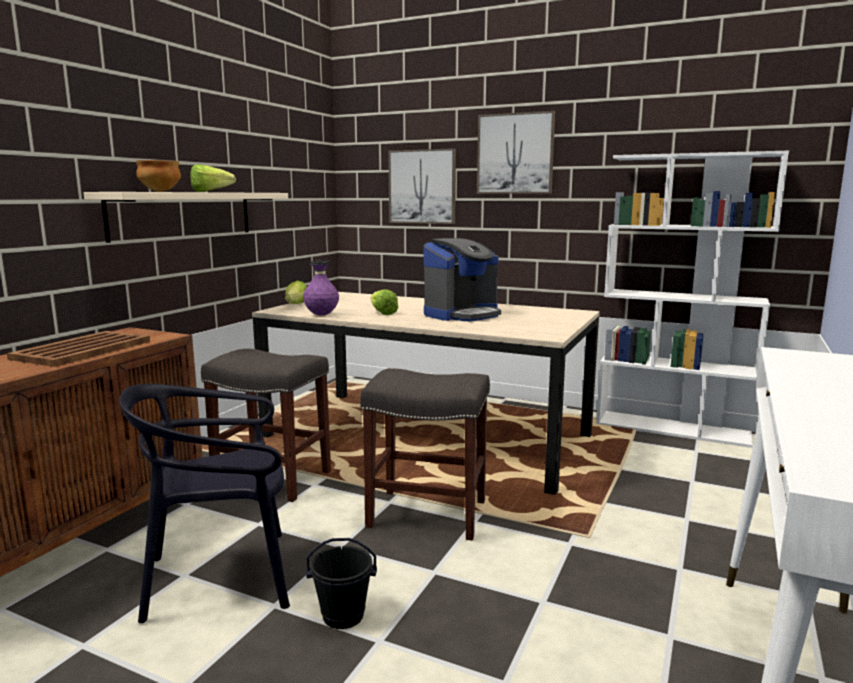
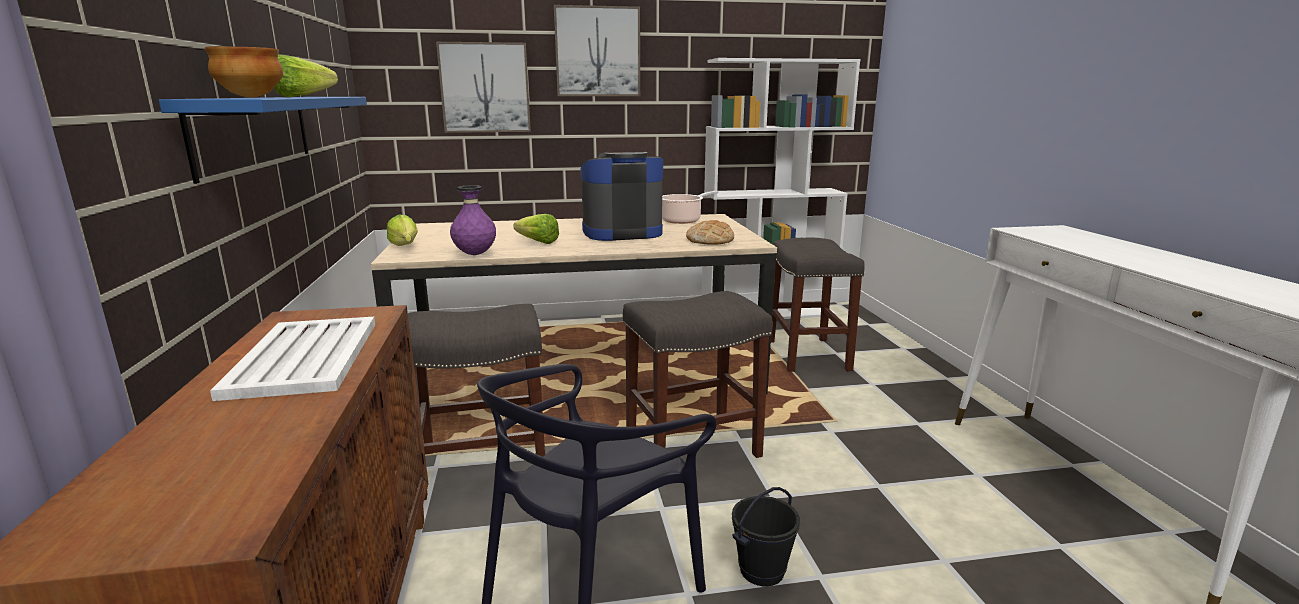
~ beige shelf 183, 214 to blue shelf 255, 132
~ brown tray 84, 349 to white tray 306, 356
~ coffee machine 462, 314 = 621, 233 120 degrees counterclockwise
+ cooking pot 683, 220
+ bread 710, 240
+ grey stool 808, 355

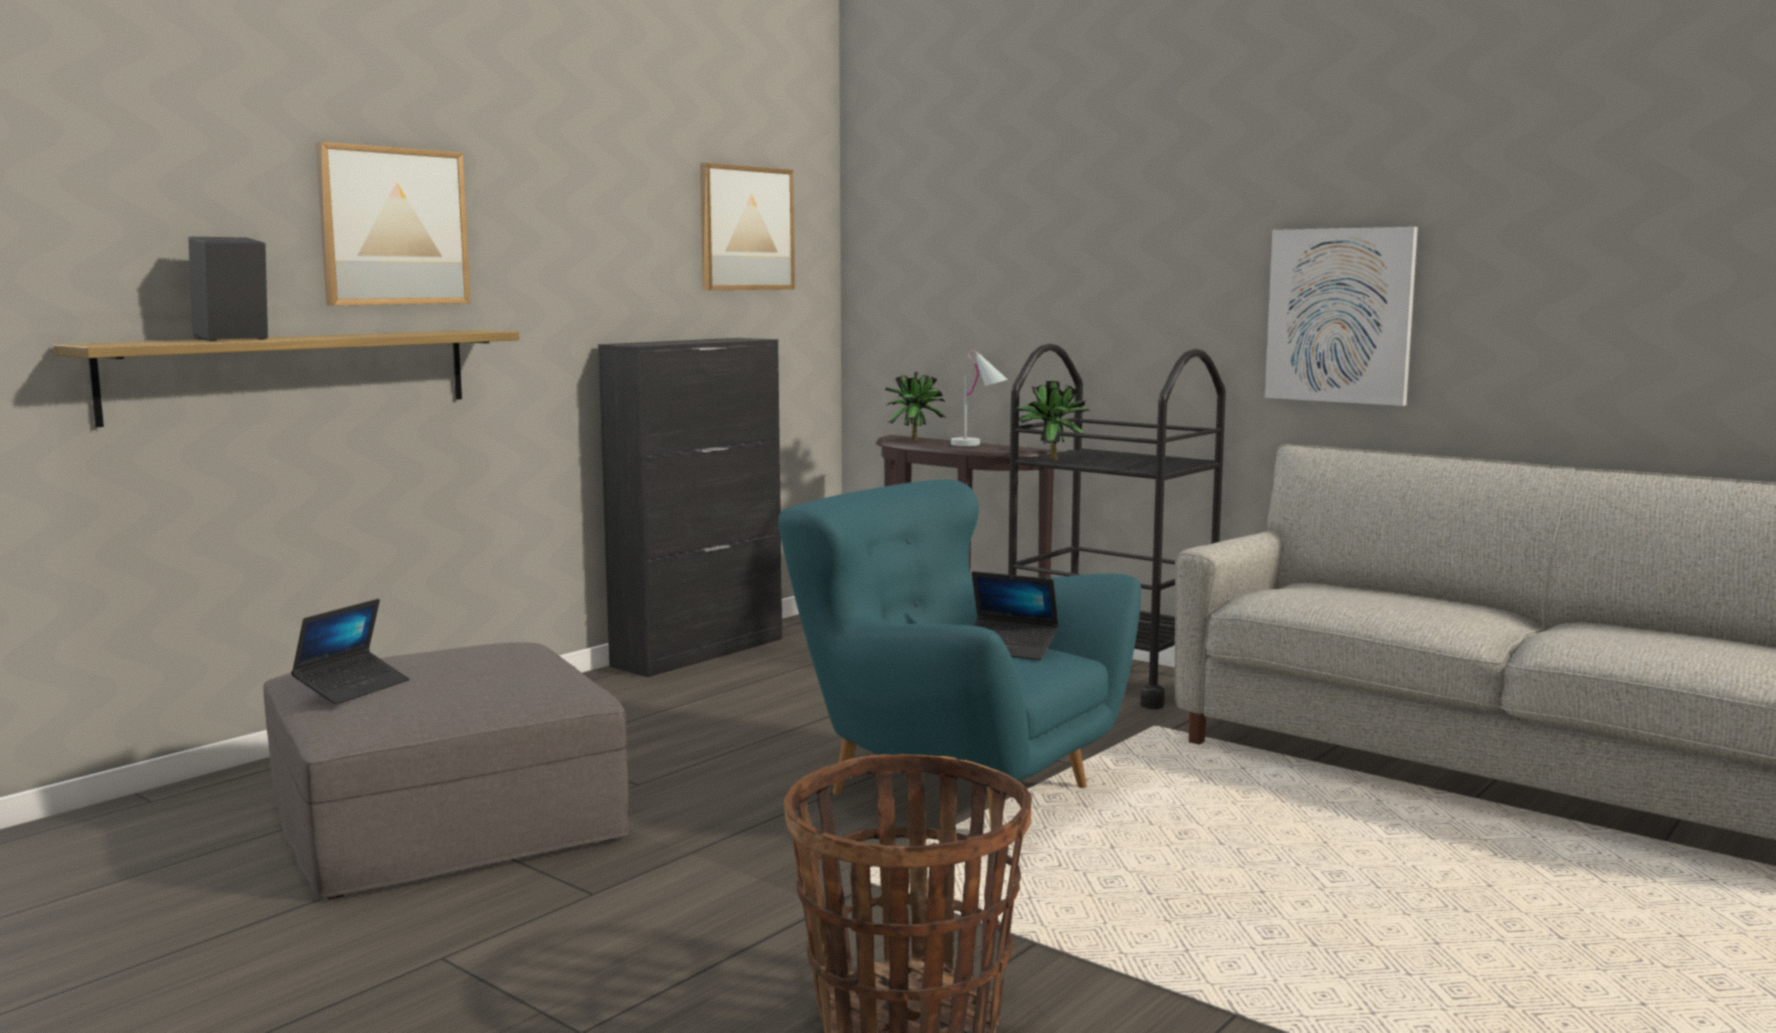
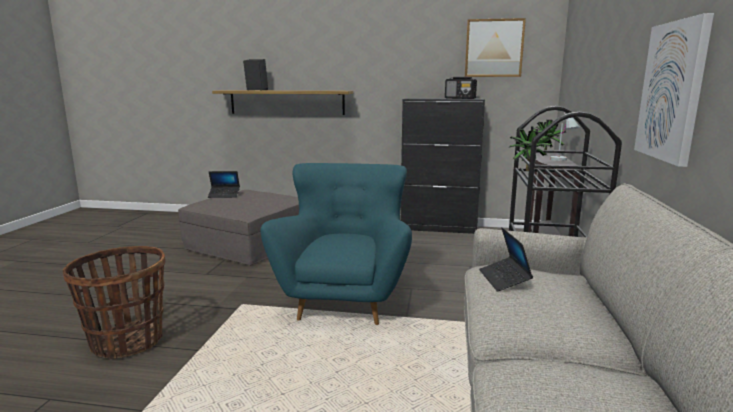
+ radio 460, 98
~ laptop 1009, 649 to 504, 279
- picture 393, 226

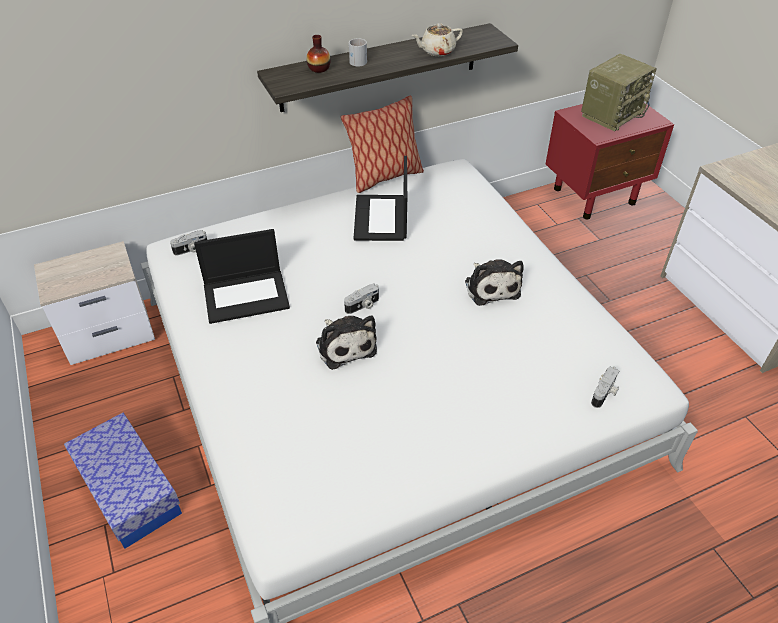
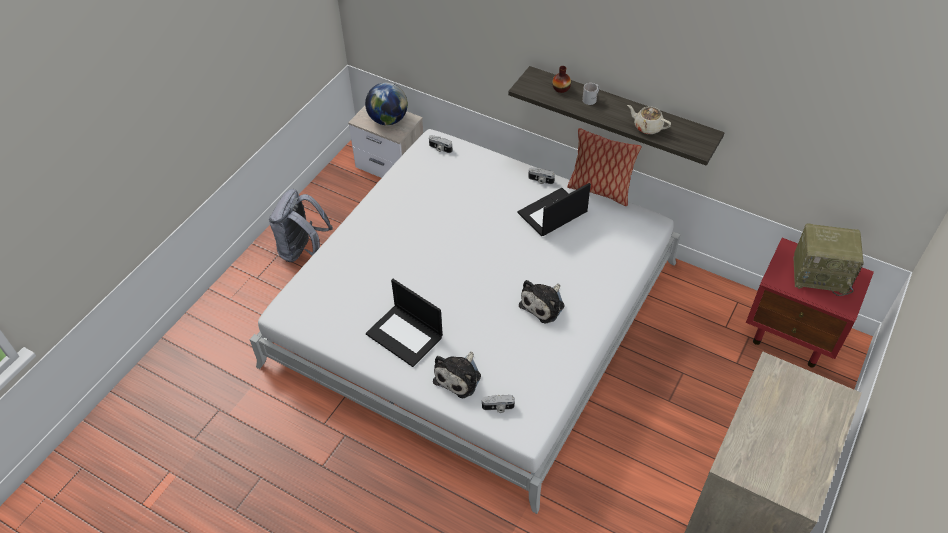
~ storage box 129, 490 to grey backpack 303, 250
+ globe 388, 120
~ laptop 247, 295 to 405, 335
~ plush toy 345, 345 to 459, 377
~ photo camera 363, 306 to 540, 180

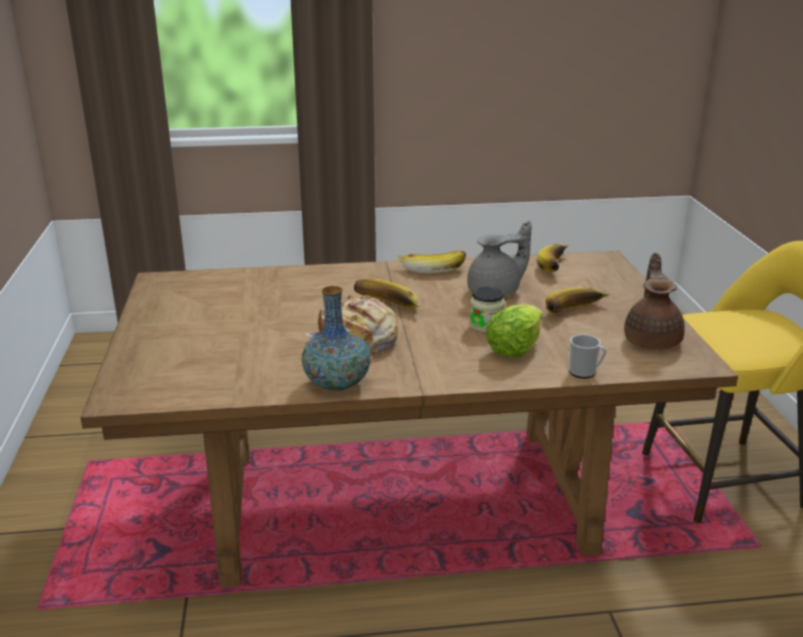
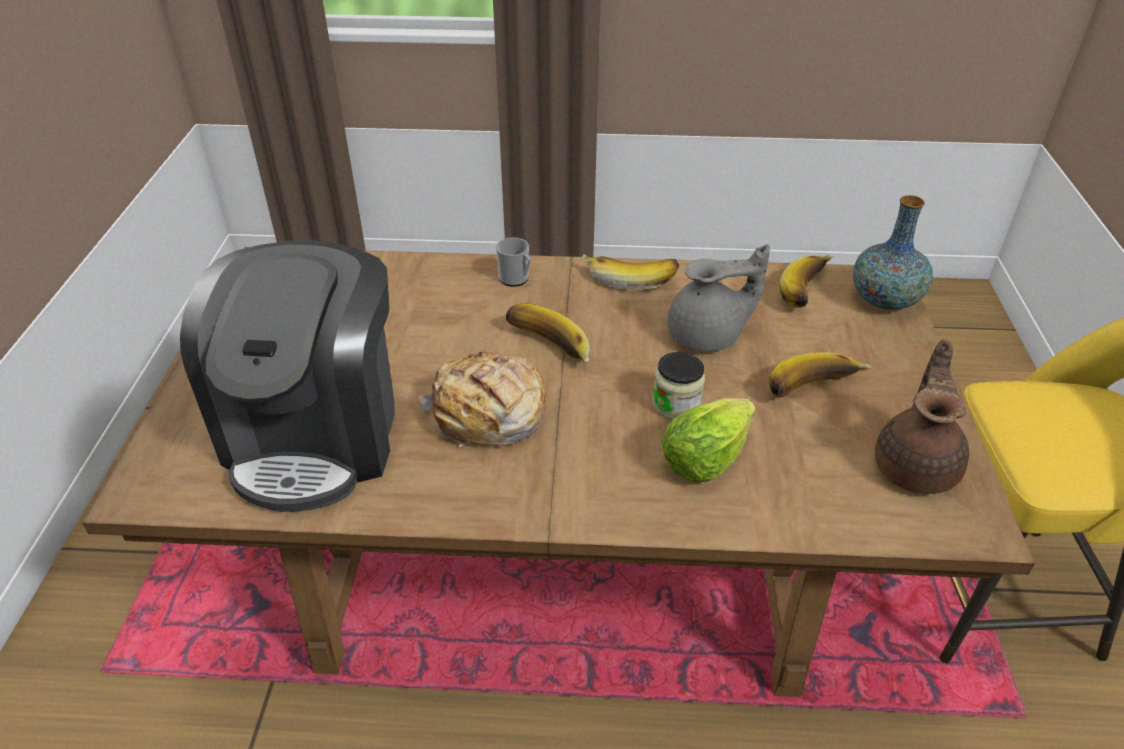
+ coffee machine 316, 434
~ mug 585, 372 to 516, 279
~ vase 337, 383 to 884, 300

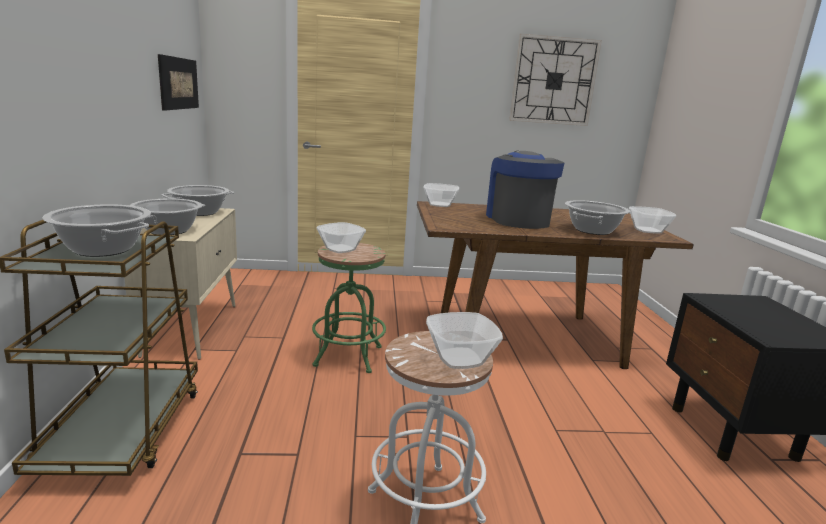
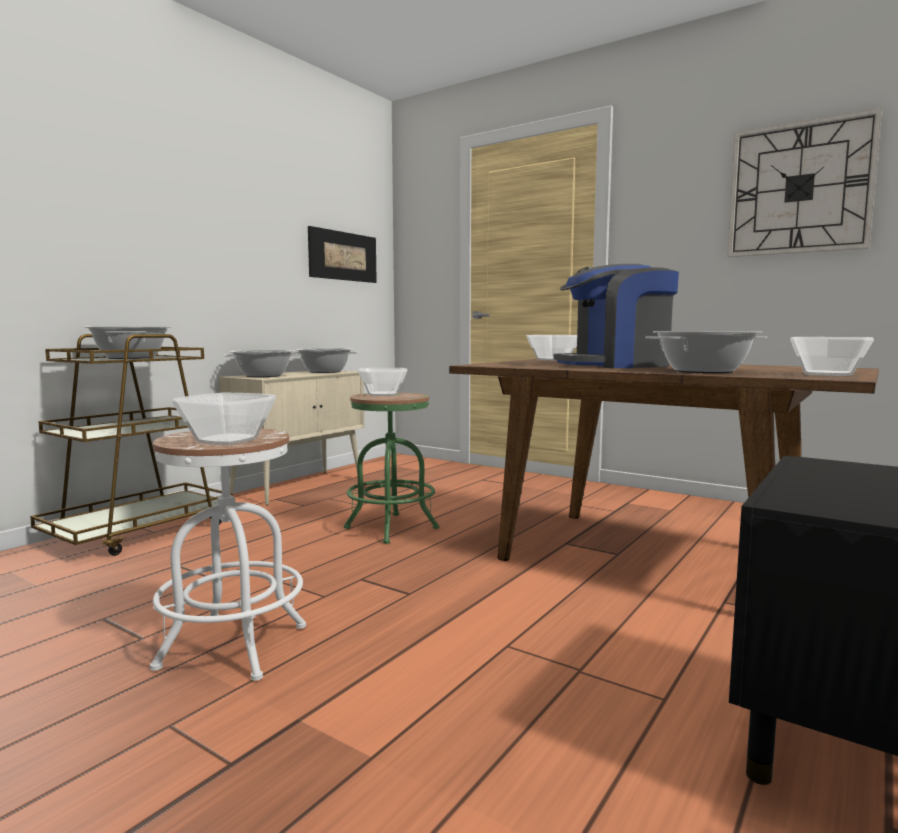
~ coffee machine 517, 219 = 615, 365 135 degrees counterclockwise

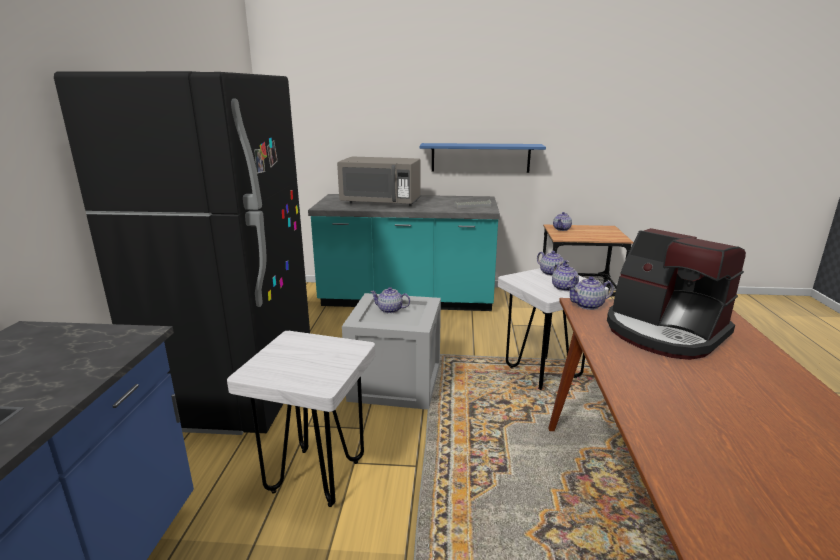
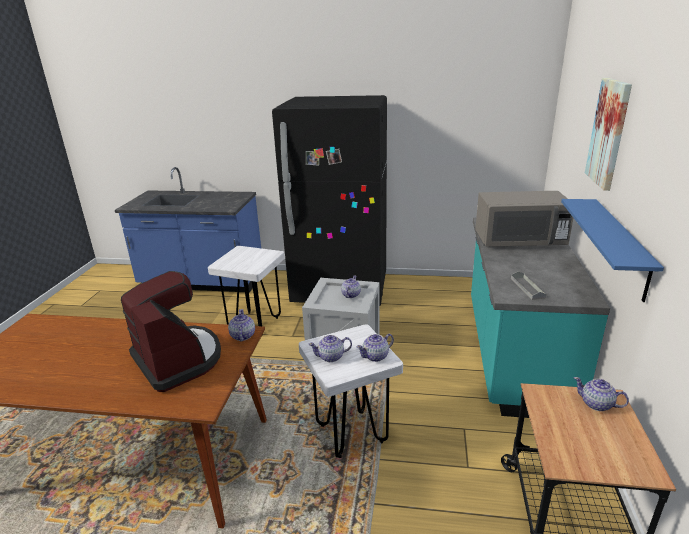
~ coffee machine 664, 333 = 178, 359 90 degrees clockwise
~ grey microwave 381, 202 = 519, 241 105 degrees counterclockwise
+ picture 609, 133

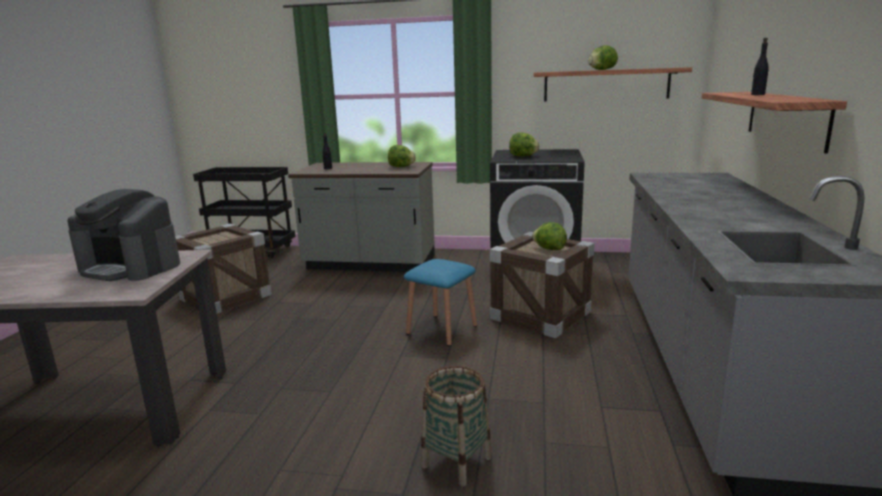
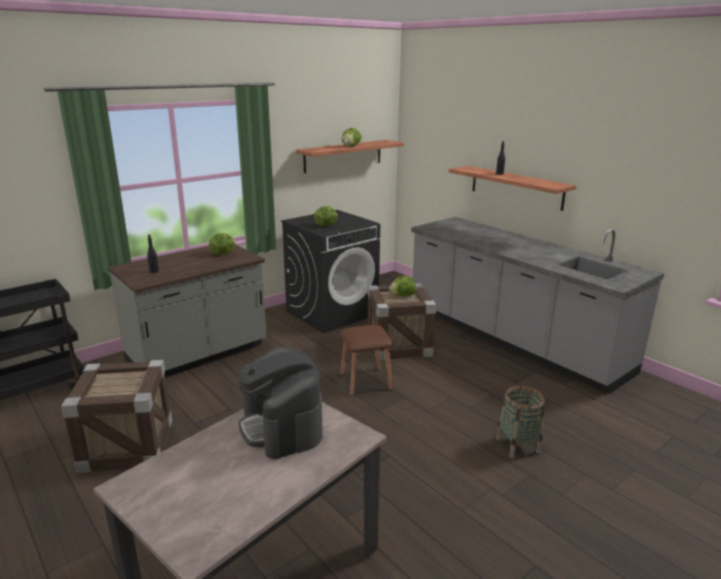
~ coffee machine 131, 267 = 281, 426 90 degrees clockwise
~ blue stool 442, 329 to brown stool 365, 381

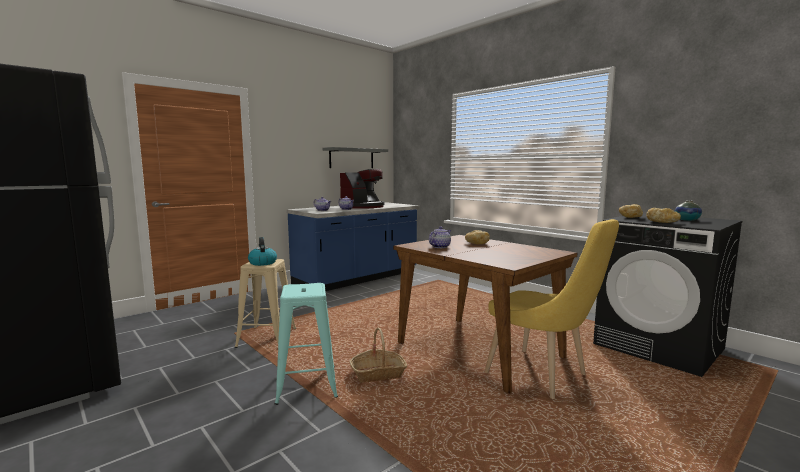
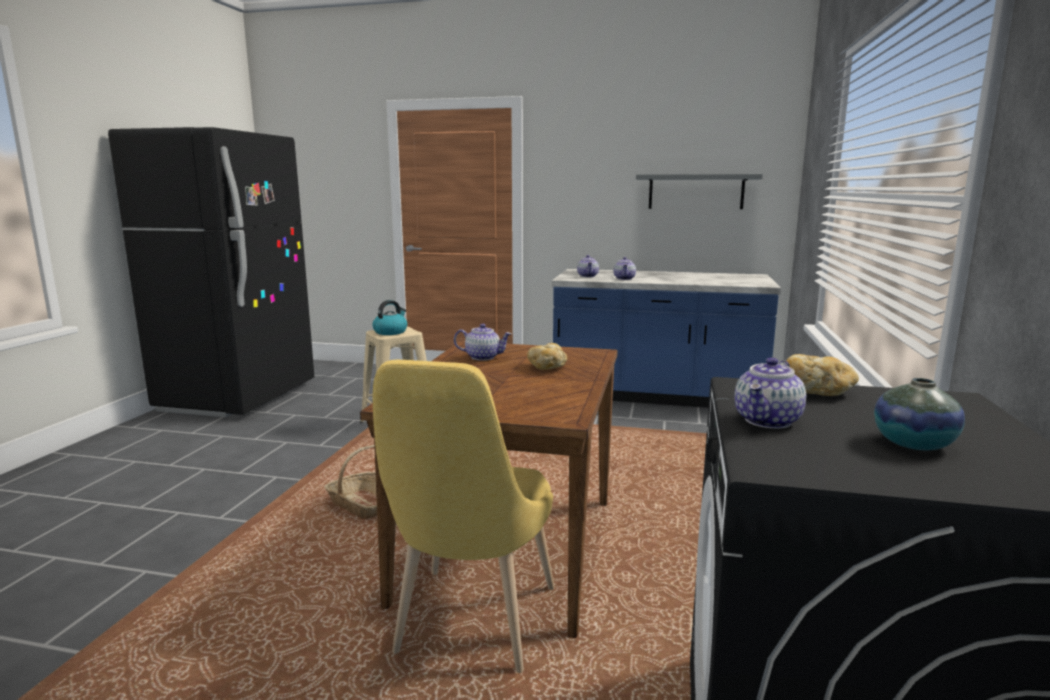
~ bread 662, 222 to teapot 768, 421
- turquoise stool 307, 384
- coffee machine 363, 207

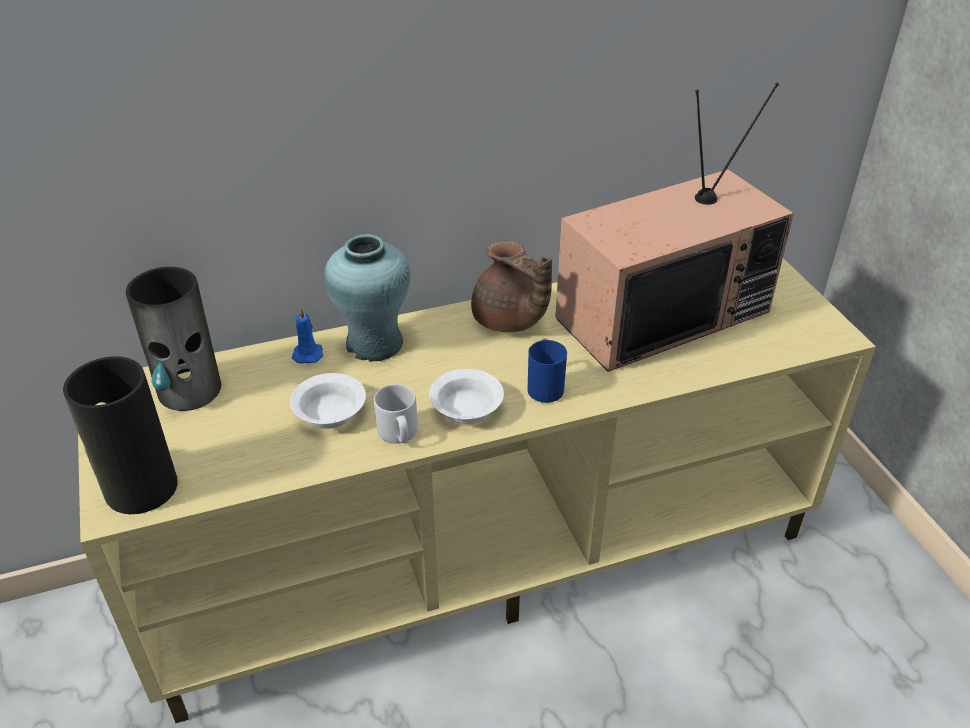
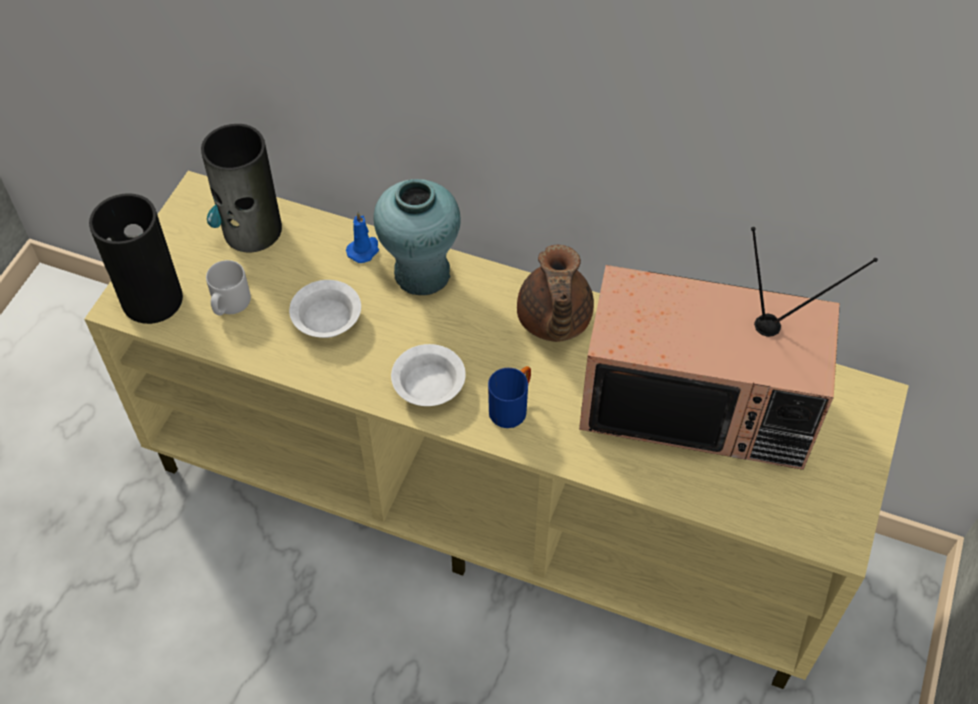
~ grey mug 399, 434 to 229, 304

